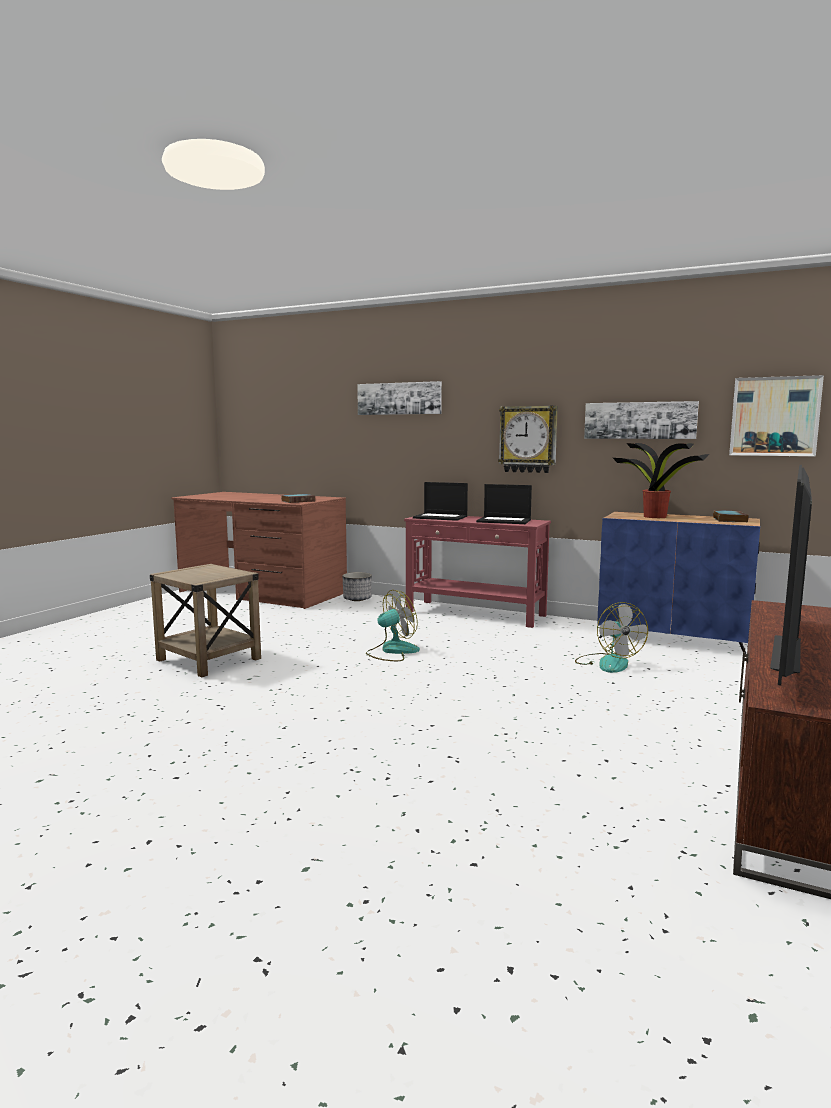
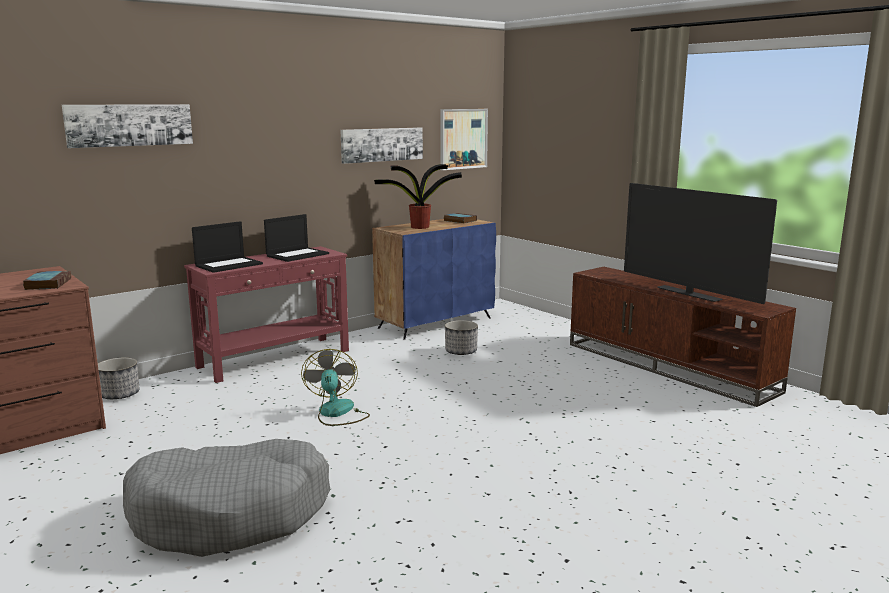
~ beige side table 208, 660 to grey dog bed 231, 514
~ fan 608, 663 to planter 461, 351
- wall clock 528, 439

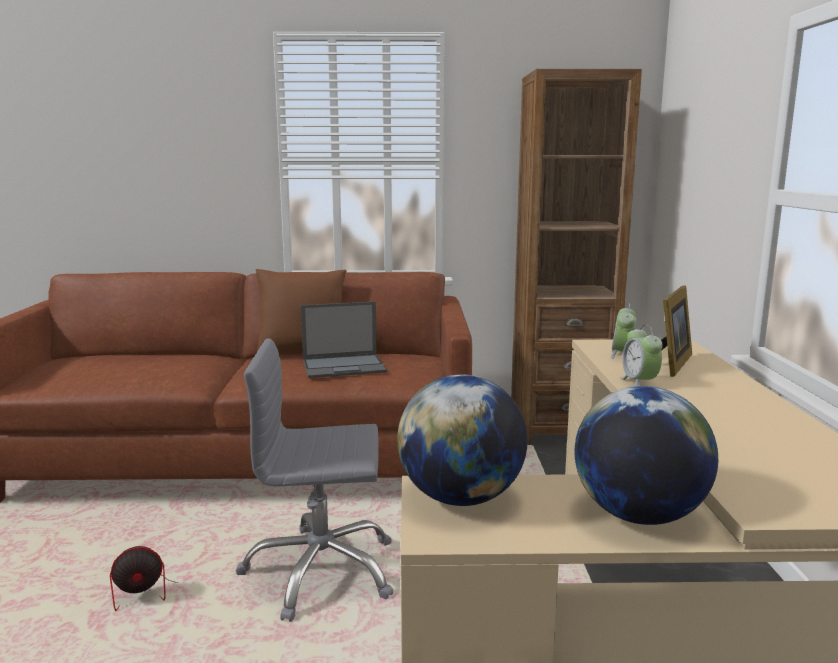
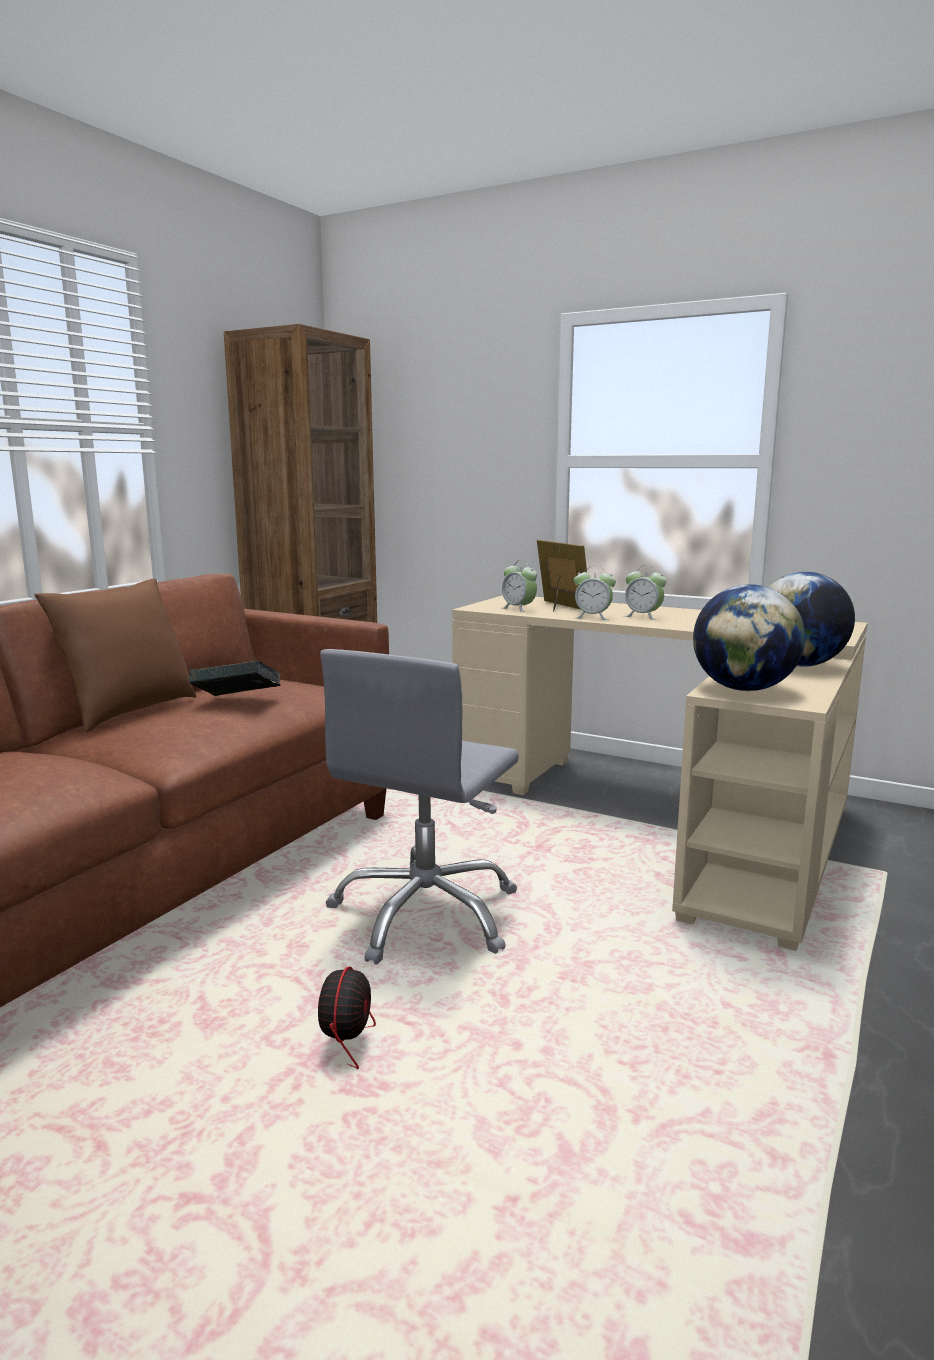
~ laptop 345, 366 to book 237, 702
+ alarm clock 643, 616

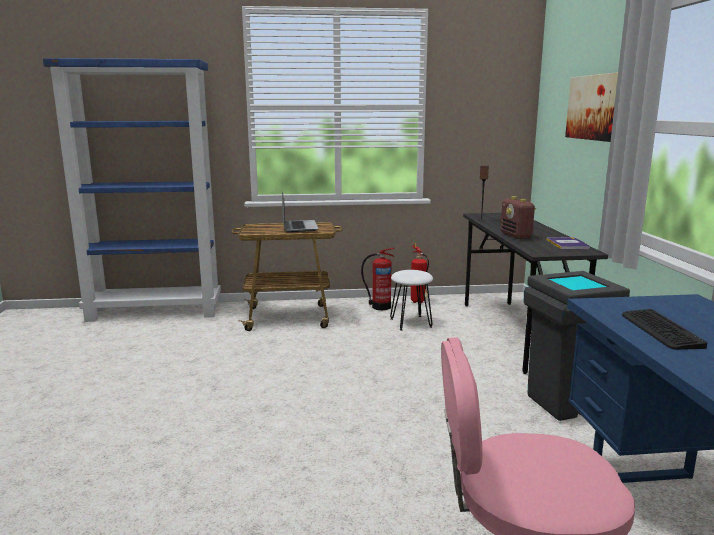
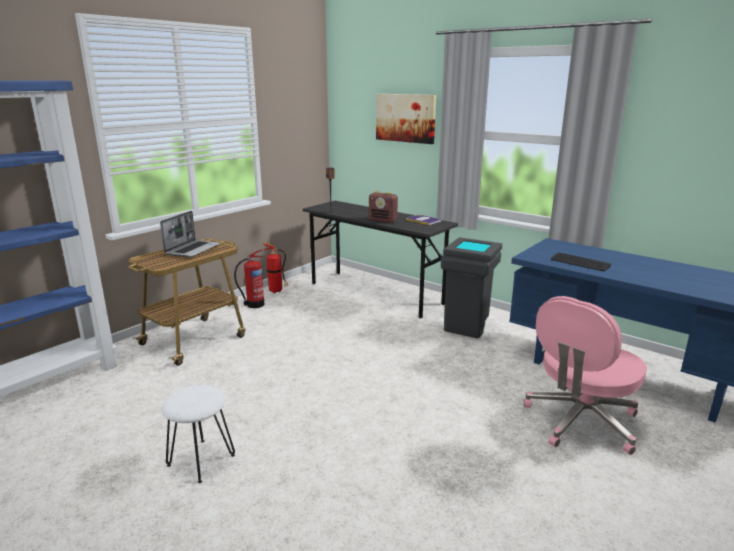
~ laptop 299, 227 = 193, 249 75 degrees clockwise
~ white stool 410, 322 to 201, 460

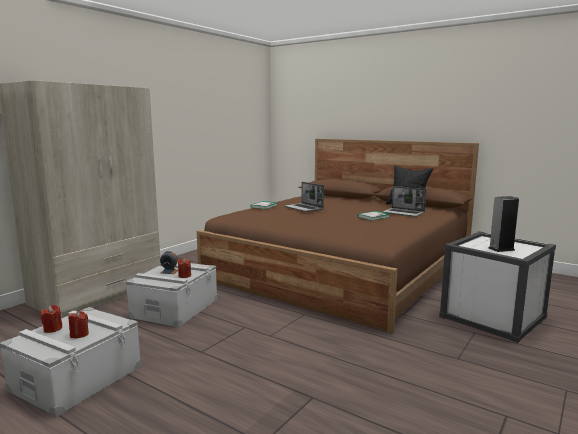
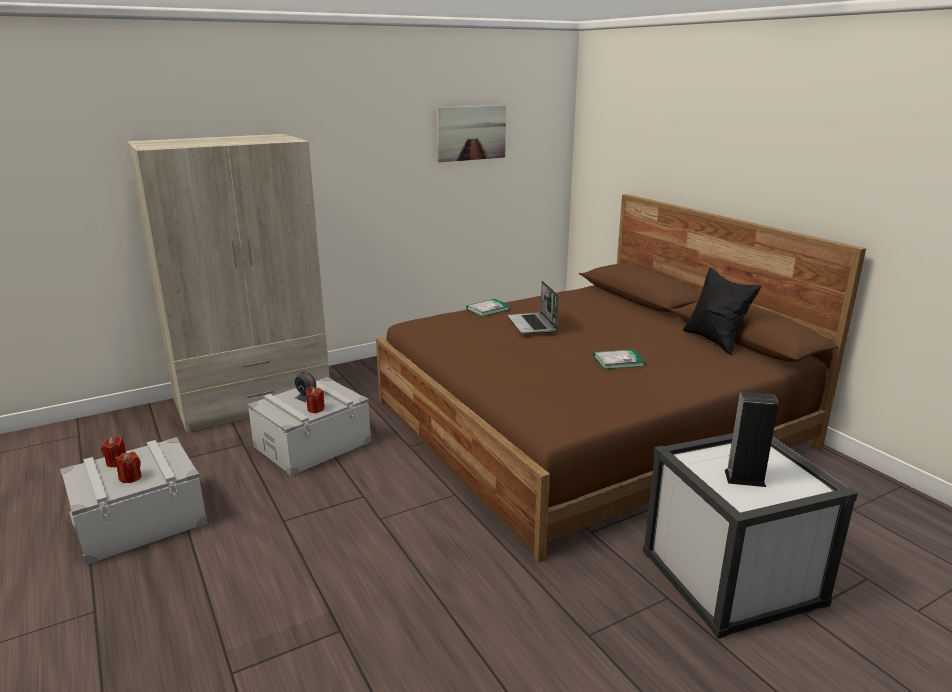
+ picture 471, 133
- laptop 404, 213

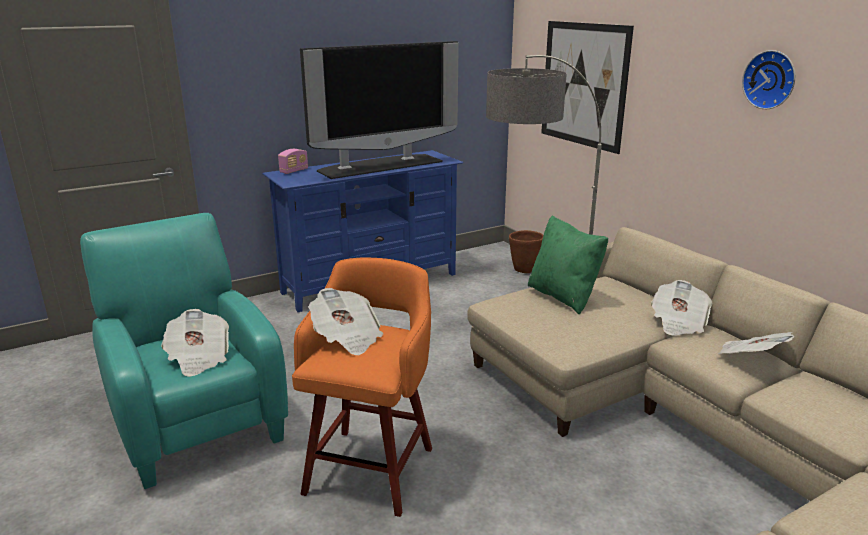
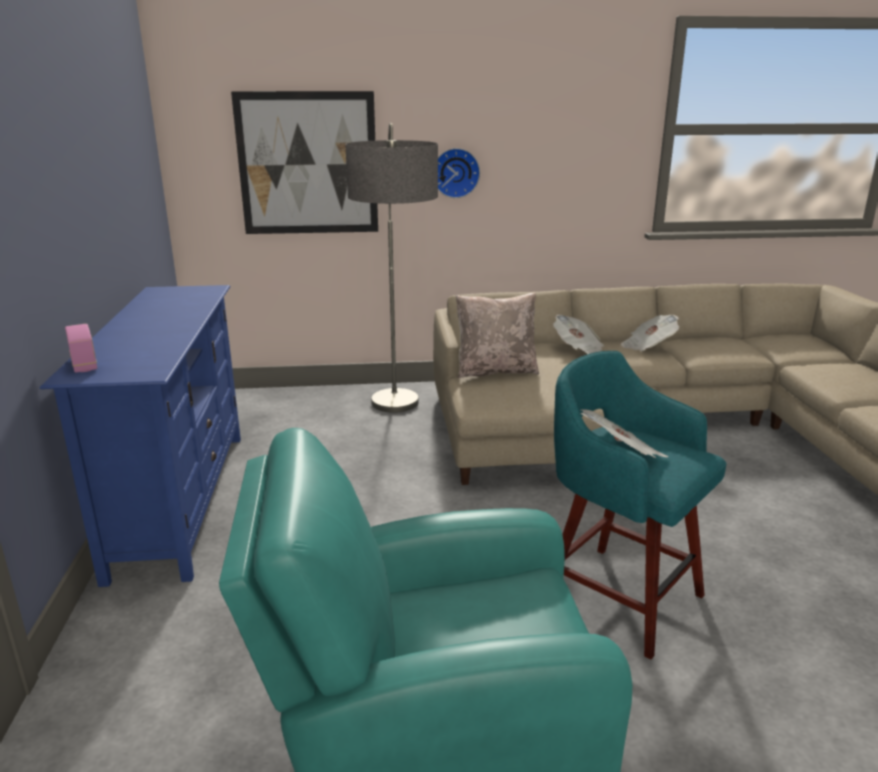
~ wall clock 770, 79 to 455, 173
~ green pillow 563, 296 to beige pillow 495, 371
~ orange stool 371, 467 to turquoise stool 617, 595
- newspaper 198, 358
- television 380, 166
- brown planter 524, 270

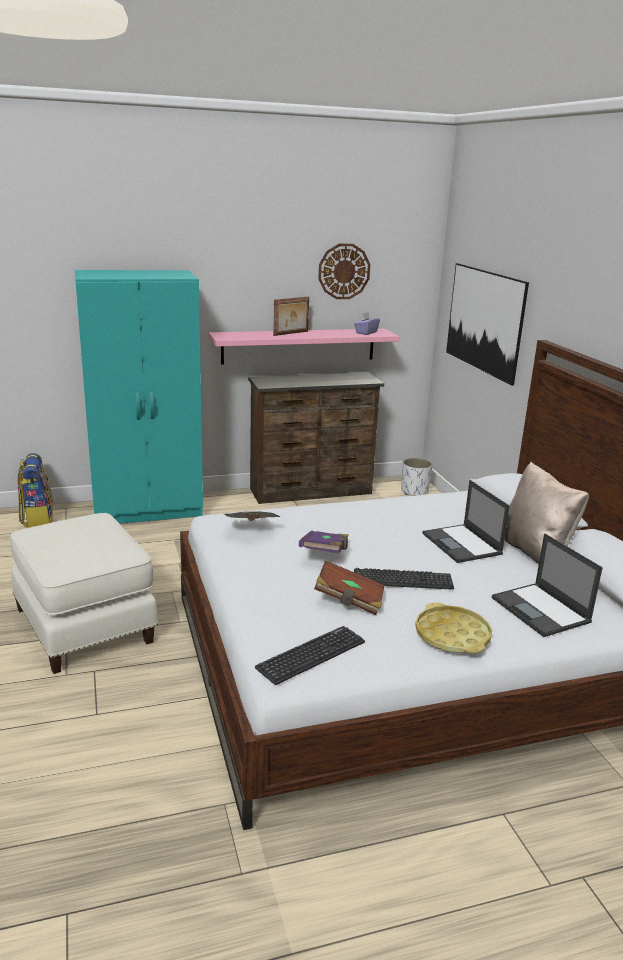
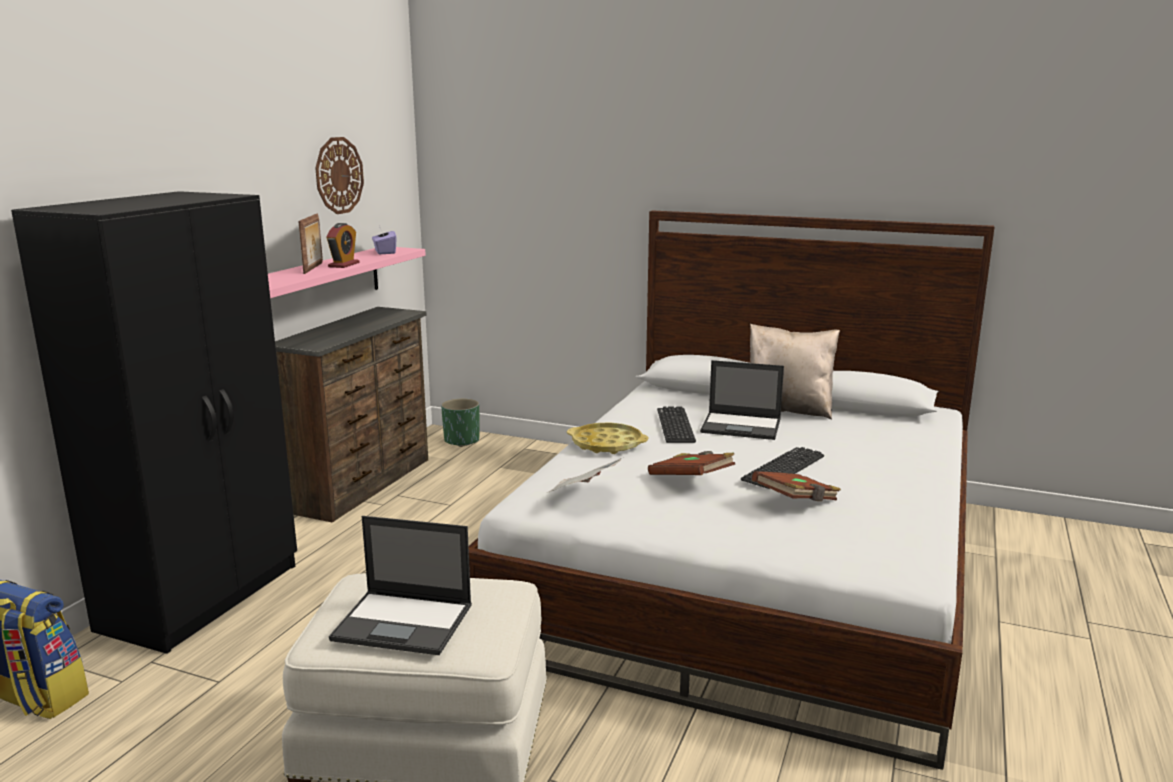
~ turquoise wardrobe 148, 510 to black wardrobe 204, 596
+ alarm clock 344, 265
~ laptop 541, 610 to 405, 622
~ white planter 414, 491 to green planter 462, 441
~ yellow tray 452, 635 to 607, 444
~ purple book 325, 553 to brown book 691, 479
~ keyboard 311, 655 to 675, 425
- picture 484, 320

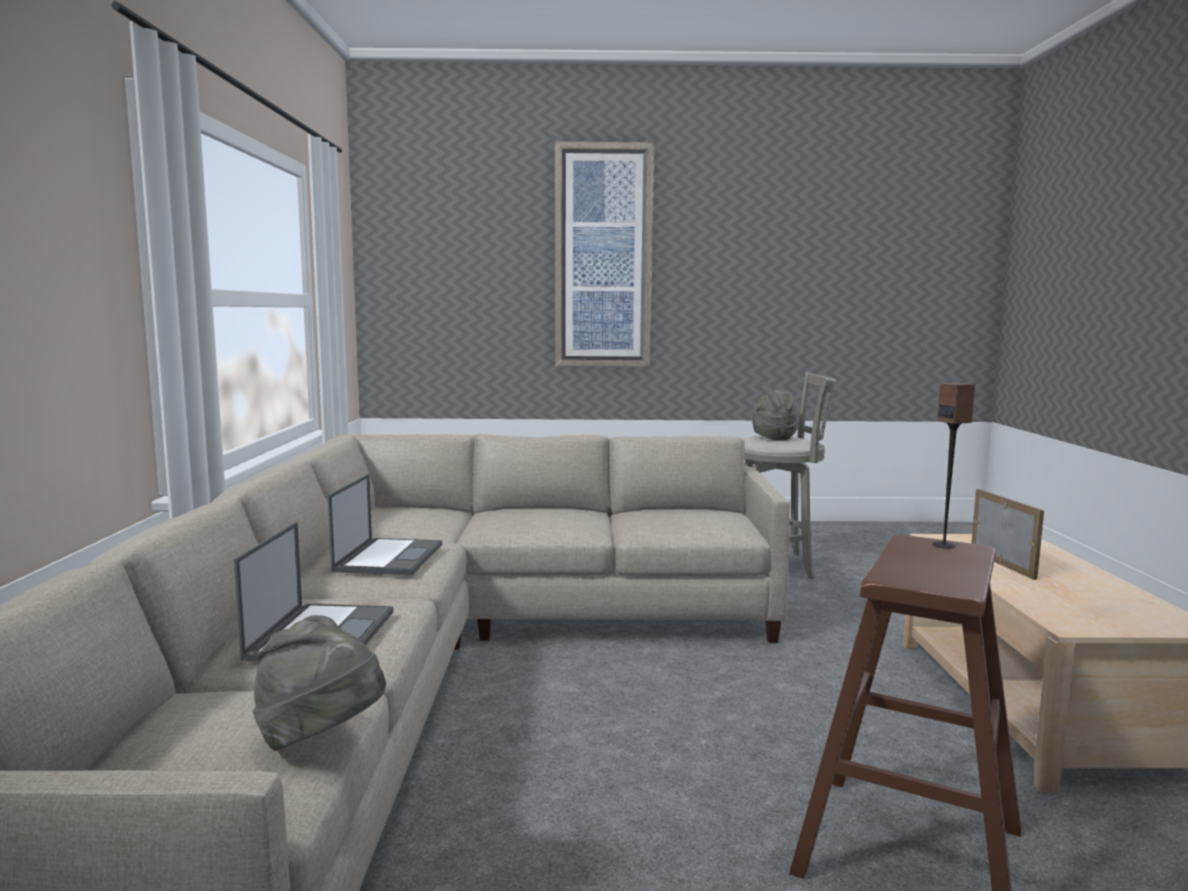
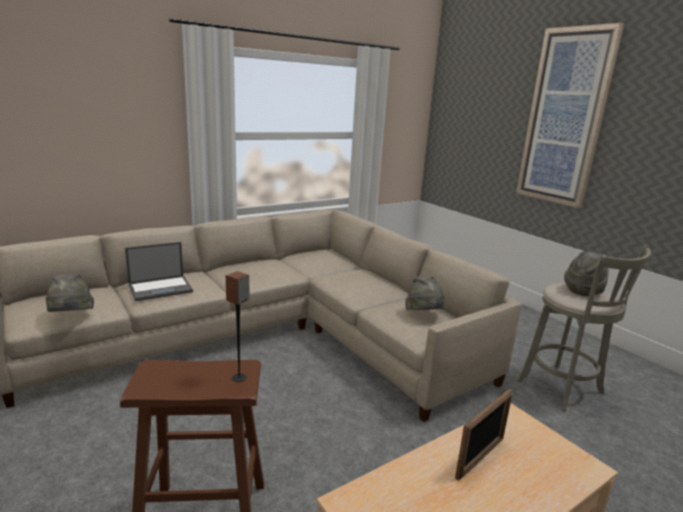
+ grey hat 424, 315
- laptop 389, 557

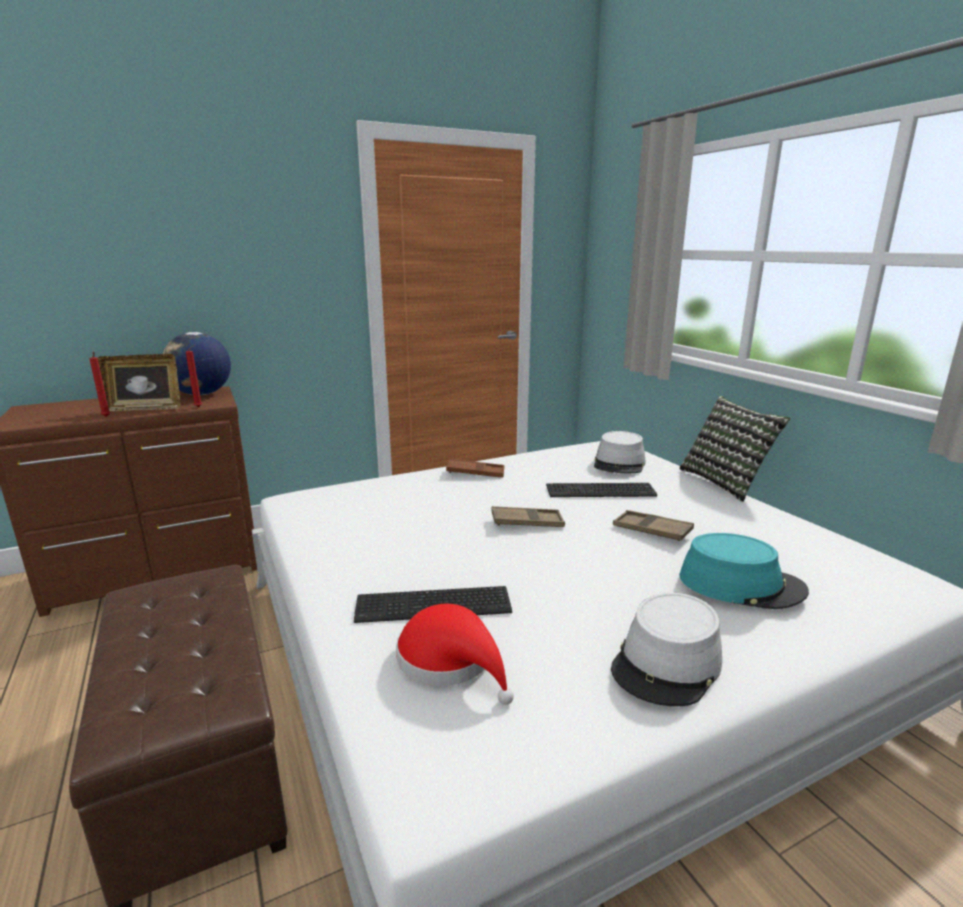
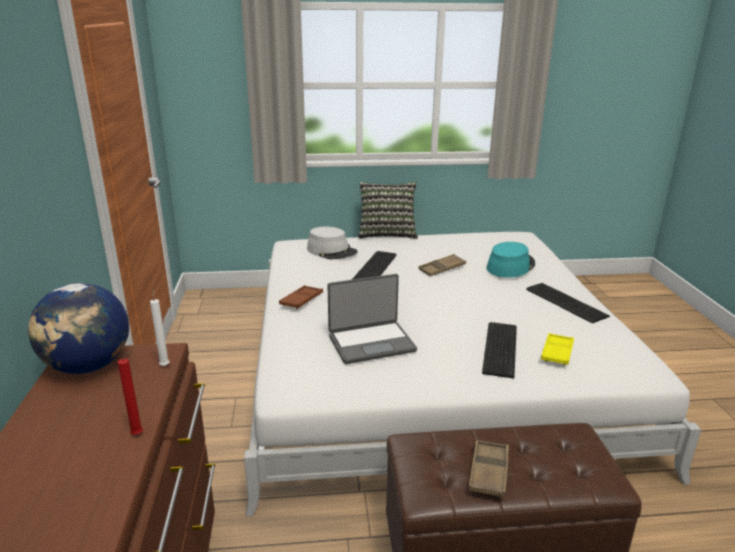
~ red candle 200, 407 to white candle 165, 365
+ laptop 371, 342
~ brown tray 527, 522 to 488, 472
~ grey hat 667, 664 to keyboard 566, 301
~ red hat 451, 660 to yellow tray 557, 352
- picture frame 145, 408

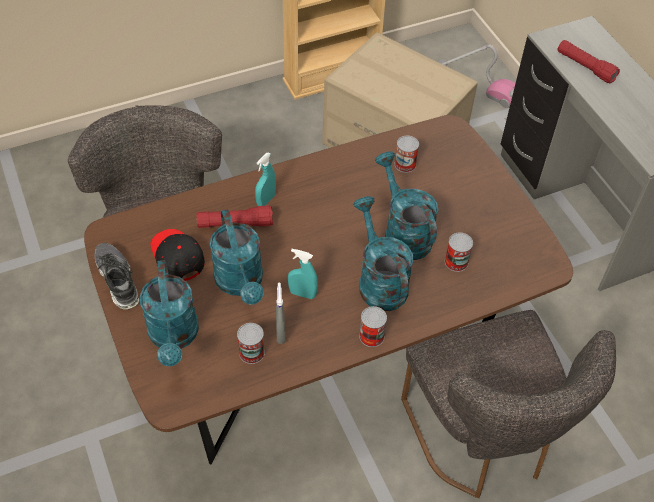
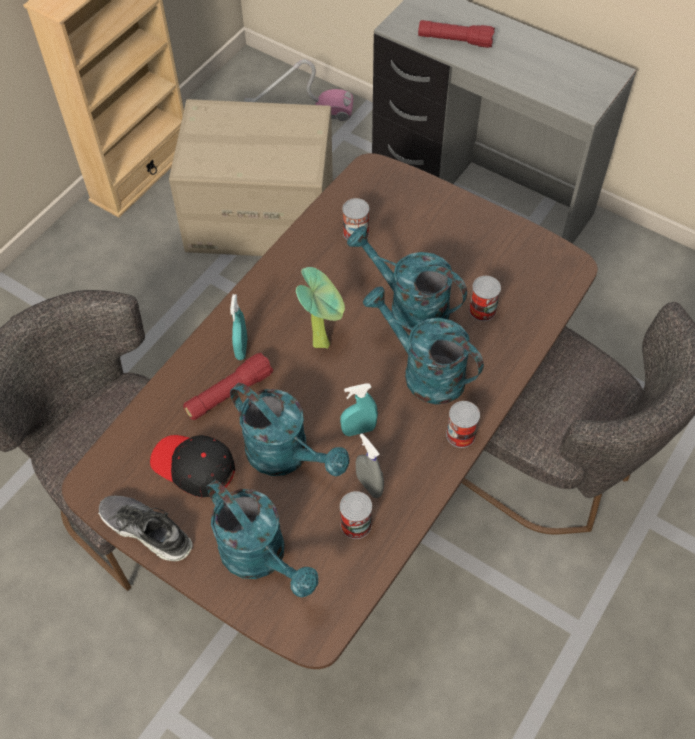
+ potted plant 323, 342

